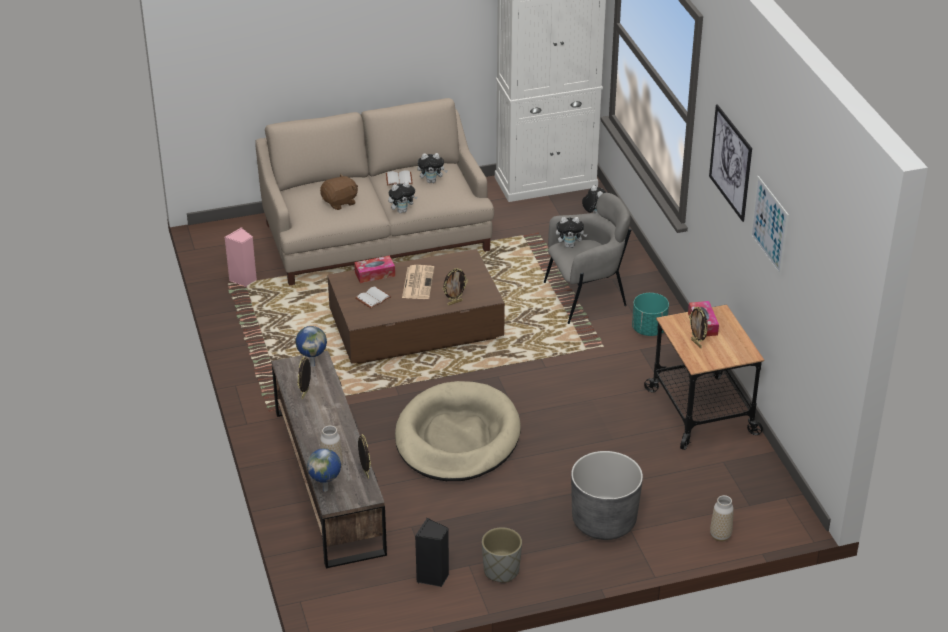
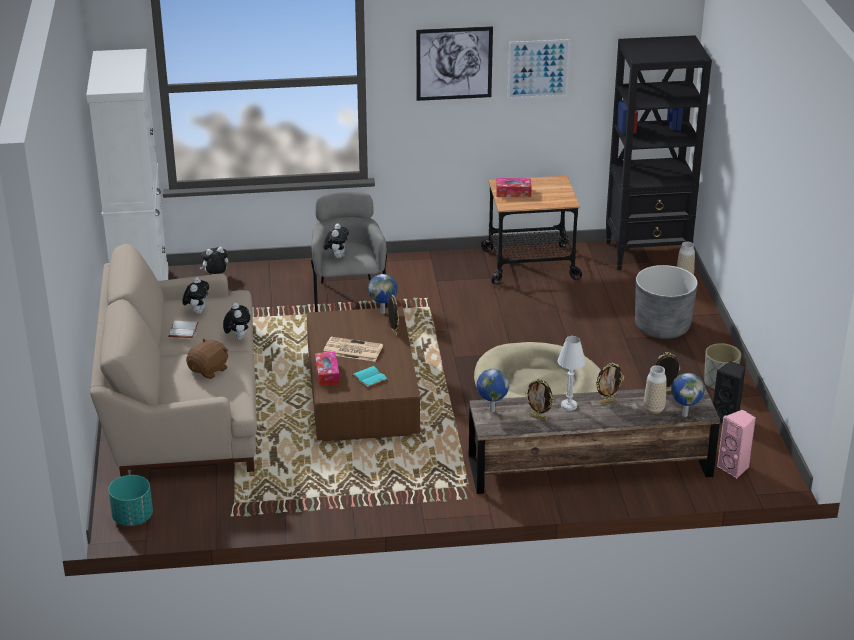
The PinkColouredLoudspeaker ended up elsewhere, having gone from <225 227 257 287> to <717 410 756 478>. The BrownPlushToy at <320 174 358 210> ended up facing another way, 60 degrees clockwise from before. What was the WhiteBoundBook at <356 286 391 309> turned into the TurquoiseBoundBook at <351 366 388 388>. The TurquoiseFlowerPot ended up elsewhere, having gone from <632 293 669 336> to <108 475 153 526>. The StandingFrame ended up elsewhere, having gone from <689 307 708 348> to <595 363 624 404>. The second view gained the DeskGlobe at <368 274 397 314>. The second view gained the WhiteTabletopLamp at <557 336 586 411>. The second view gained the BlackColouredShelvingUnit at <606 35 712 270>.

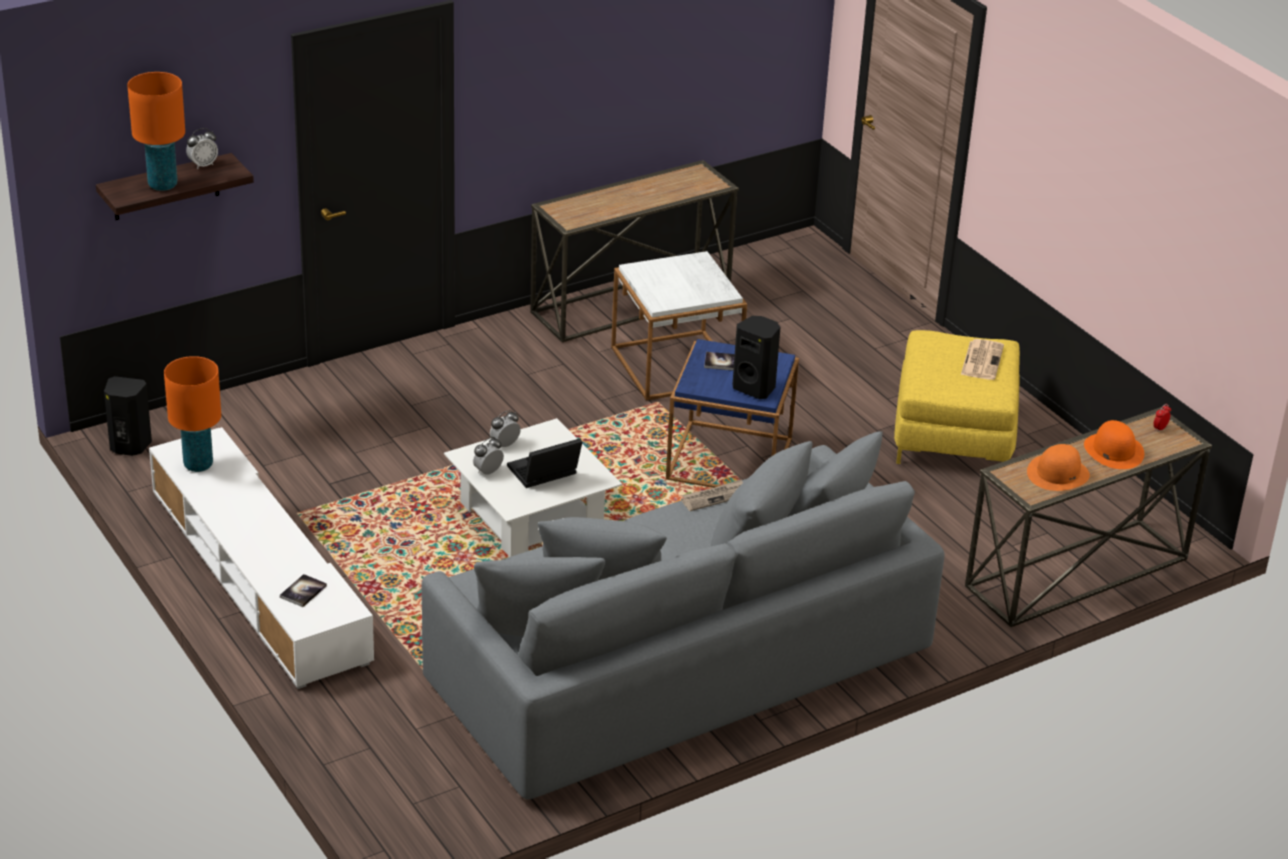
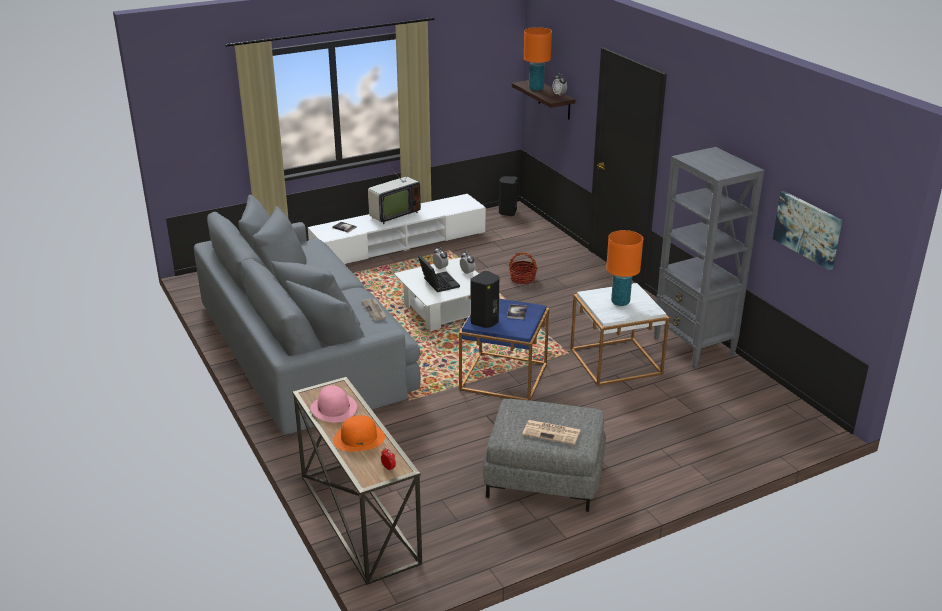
The OrangeTabletopLamp ended up elsewhere, having gone from <164 356 221 472> to <606 230 643 306>. Where the ConsoleTable stood at <530 160 739 342>, the GrayShelvingUnit came to stand at <654 147 764 369>. What was the YellowFootrest at <894 330 1020 464> turned into the GrayFootrest at <483 399 606 512>. What was the OrangeClothingHat at <1027 444 1090 491> turned into the PinkColouredClothingHat at <310 385 357 423>. The second view gained the Tv at <368 155 421 224>. The second view gained the HouseholdBasket at <509 252 538 284>. The second view gained the Picture at <773 191 842 270>.

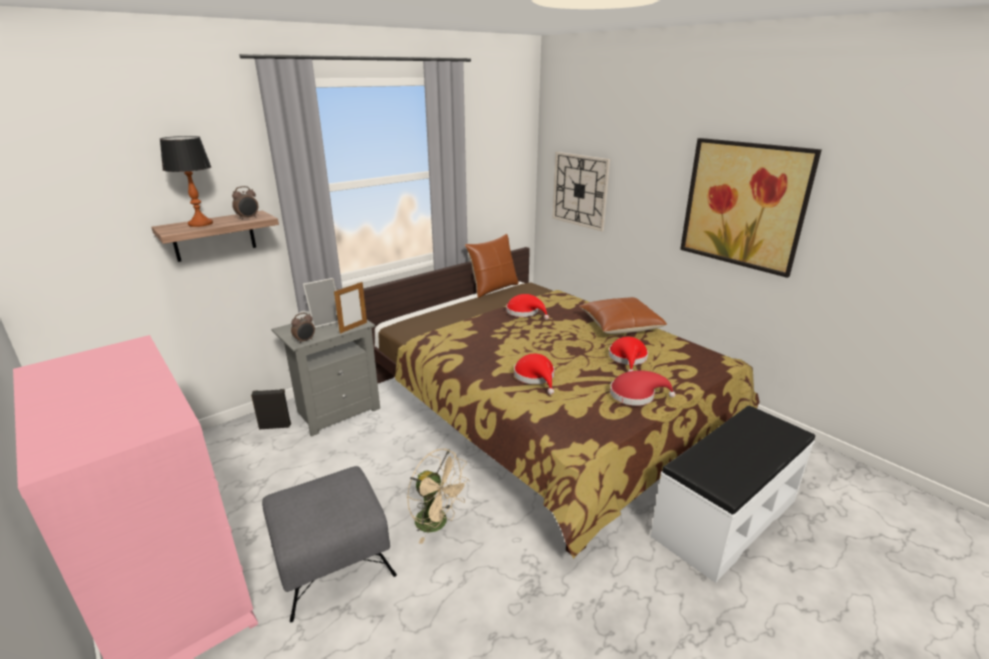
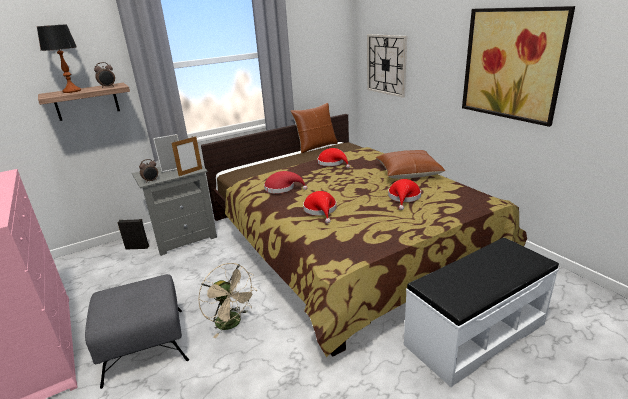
The ReddishClothingHat ended up elsewhere, having gone from <610 371 675 406> to <264 171 307 193>.

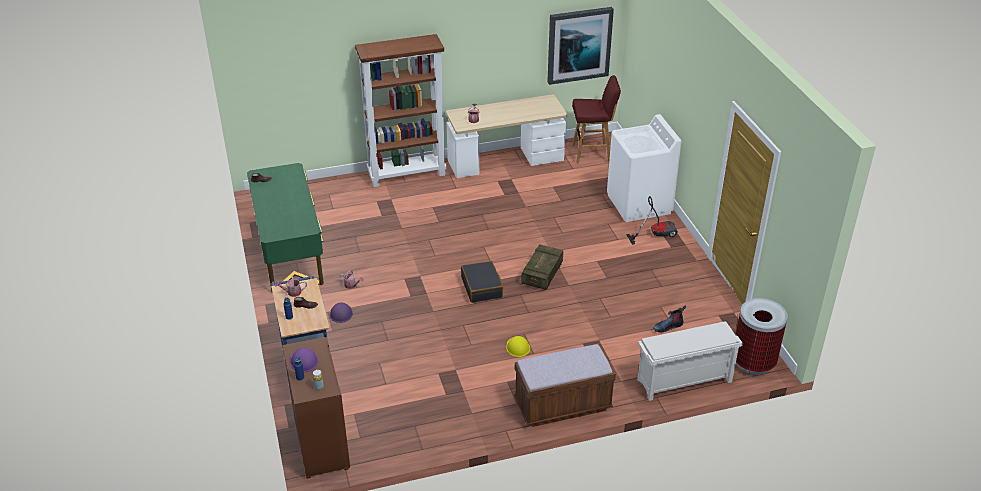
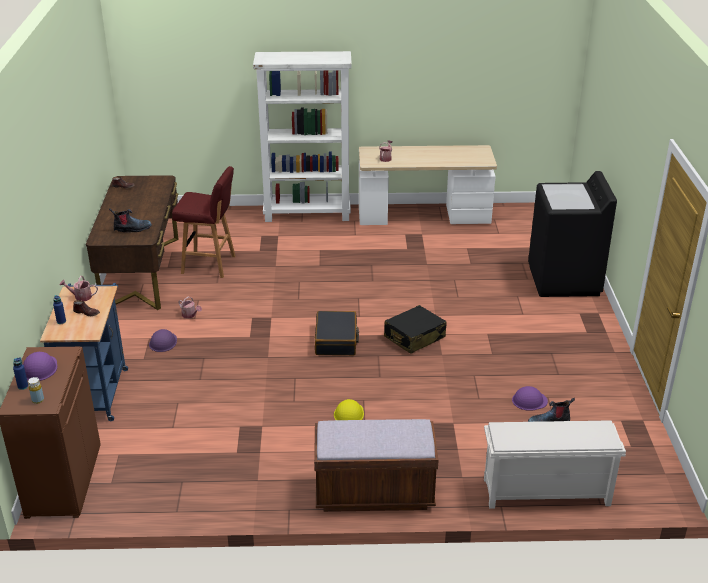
What was the GreenDeskTable at <247 163 324 291> turned into the BrownDeskTable at <86 175 179 310>. What was the BrownShelvingUnit at <355 34 447 187> turned into the WhiteShelvingUnit at <253 51 352 222>. Where the Crate stood at <521 244 563 290>, the BlackColouredSuitcase came to stand at <384 305 447 354>. The second view lost the Picture at <547 7 614 85>. The ReddishSittingStool ended up elsewhere, having gone from <572 75 621 164> to <172 166 236 278>. What was the WhiteLaundryAppliance at <607 114 681 222> turned into the BlackColouredLaundryAppliance at <528 171 617 297>. The second view lost the Vacuum at <626 196 678 245>. The second view lost the TrashCan at <736 298 788 375>. The second view gained the Boot at <109 208 152 232>. The second view gained the PurpleWorkHelmet at <512 386 548 411>.

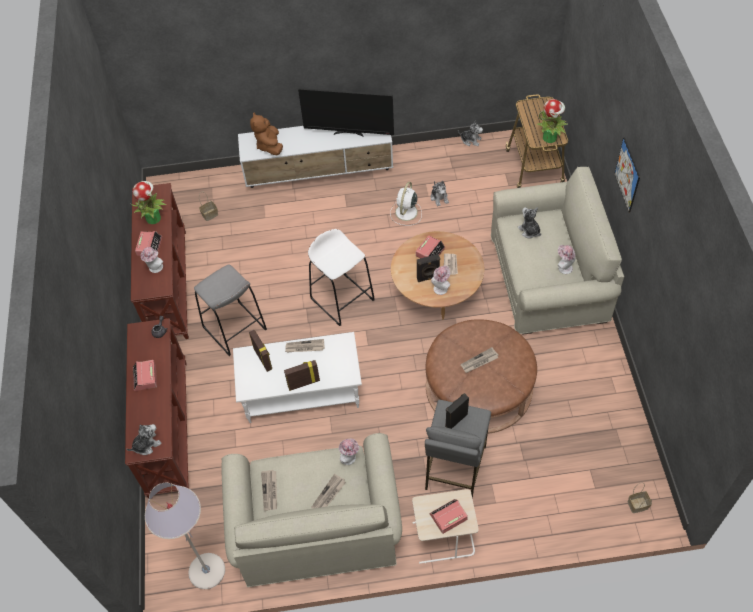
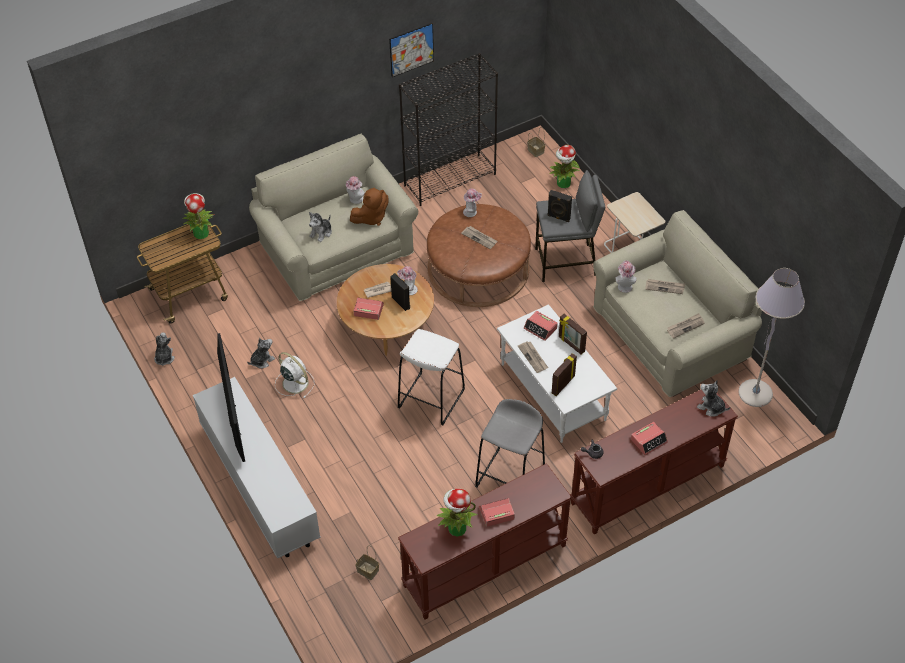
The ClothingHat ended up elsewhere, having gone from <141 247 163 273> to <463 189 482 217>. The BrownPlushToy ended up elsewhere, having gone from <250 112 283 155> to <350 188 389 226>. The WhiteFan at <390 182 422 226> ended up facing another way, 135 degrees counterclockwise from before. The AlarmClock ended up elsewhere, having gone from <430 499 468 534> to <524 311 558 341>. The Picture ended up elsewhere, having gone from <614 137 640 213> to <389 23 434 77>. The second view gained the BlackColouredShelvingUnit at <399 53 498 206>. The second view gained the PlantInAPot at <549 145 580 188>.

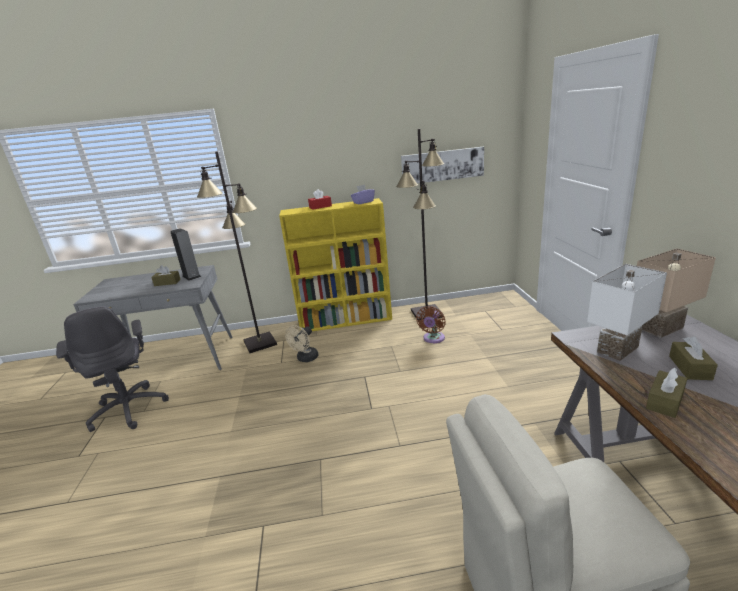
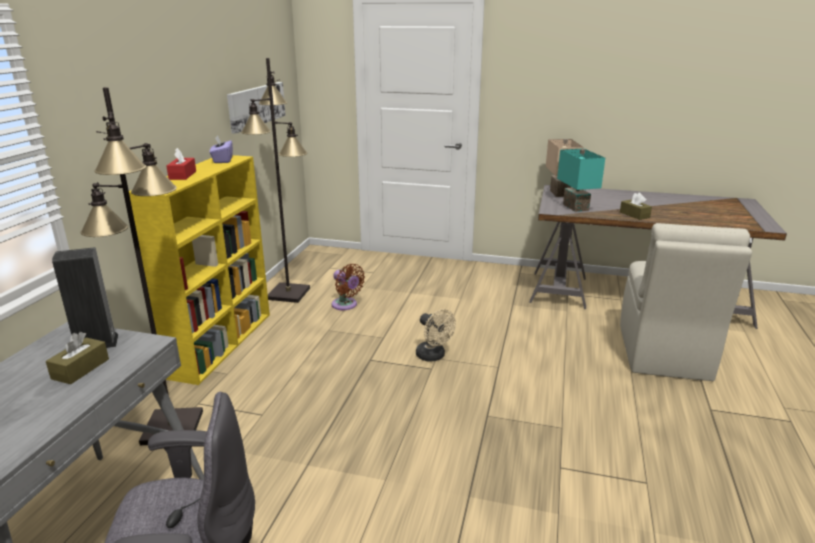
The SandColouredFan ended up elsewhere, having gone from <285 325 318 362> to <416 310 456 361>. What was the WhiteTabletopLamp at <587 264 667 361> turned into the TurquoiseTabletopLamp at <557 148 605 212>. The second view lost the BrownTissueBox at <669 336 718 380>.

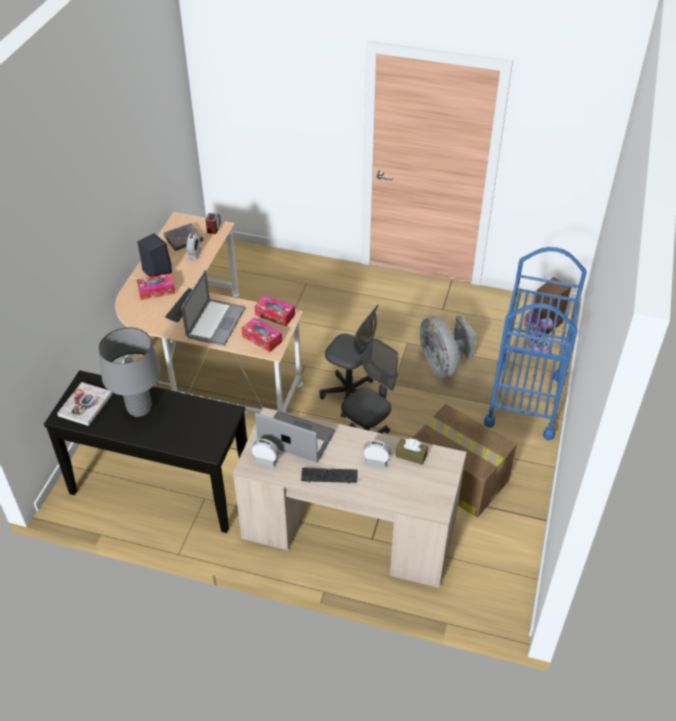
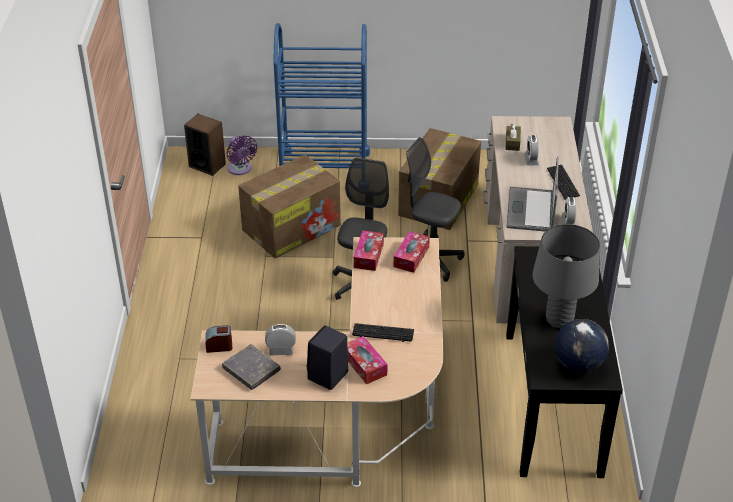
Where the BoundBook stood at <57 382 112 426>, the DeskGlobe came to stand at <555 319 609 373>. The second view lost the NotebookComputer at <181 270 245 346>. Where the GrayFan stood at <420 315 477 378>, the CardboardBox came to stand at <238 154 341 258>.

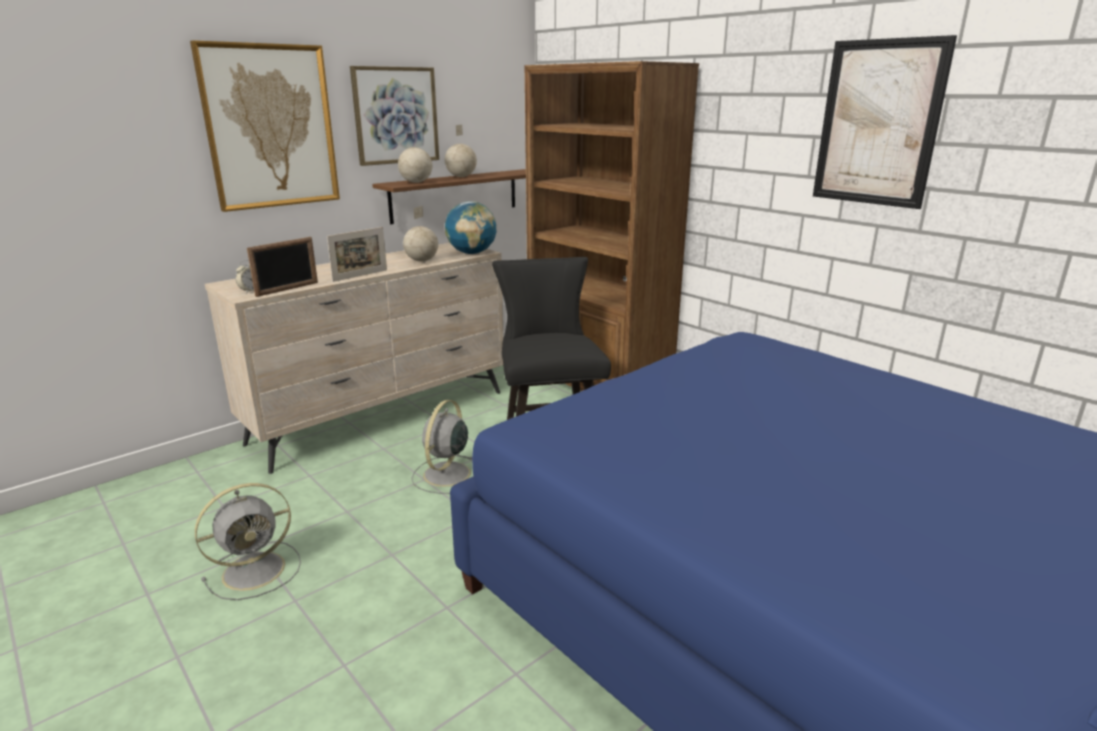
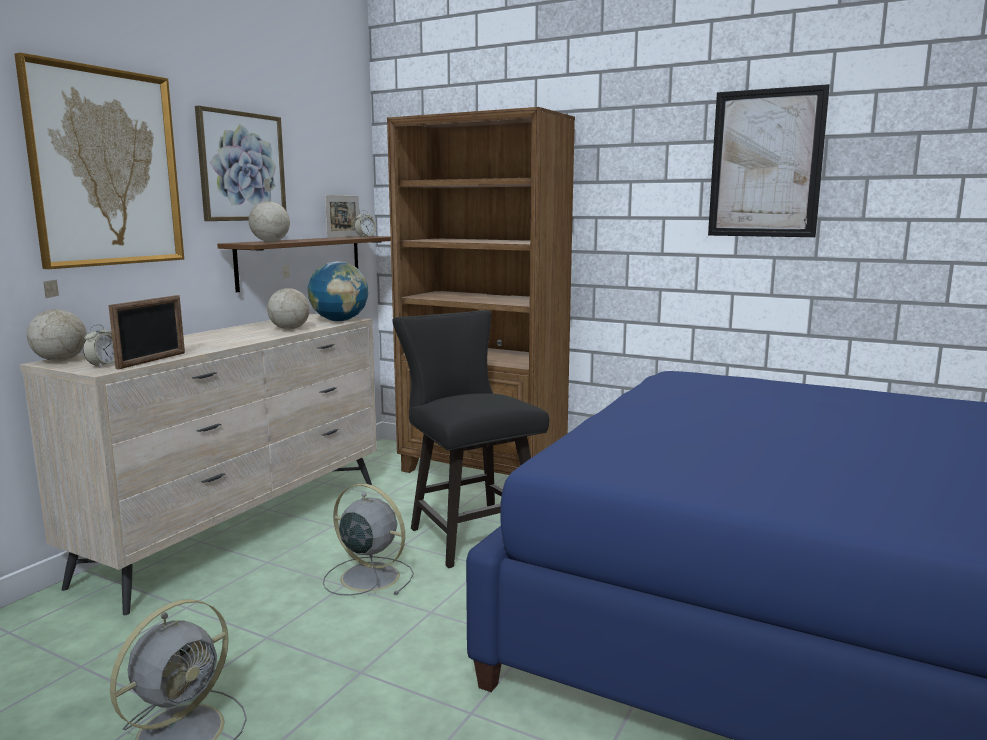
The StandingFrame ended up elsewhere, having gone from <327 227 387 282> to <325 195 359 238>. The GrayFan at <412 400 472 494> ended up facing another way, 120 degrees clockwise from before. The DeskGlobe ended up elsewhere, having gone from <445 124 477 177> to <27 279 87 361>. The second view gained the AlarmClock at <354 210 376 237>.

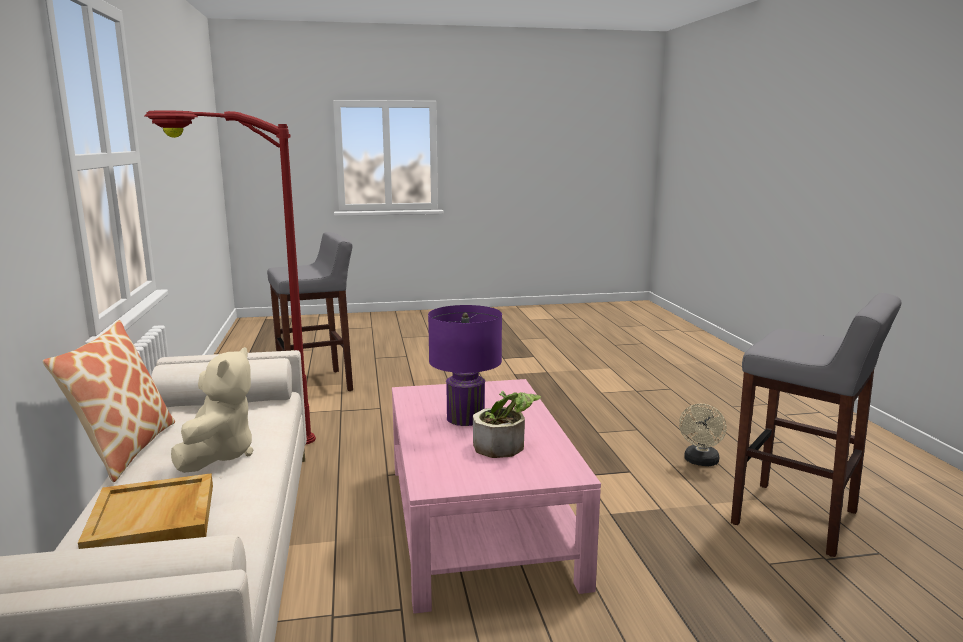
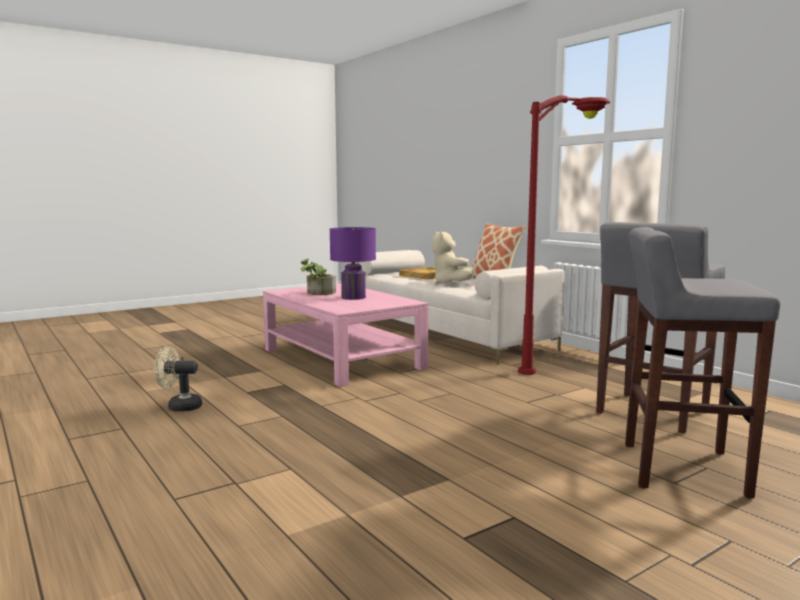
The SandColouredFan at <679 404 727 466> ended up facing another way, 90 degrees counterclockwise from before. The GraySittingStool ended up elsewhere, having gone from <731 293 901 557> to <625 227 780 499>.

